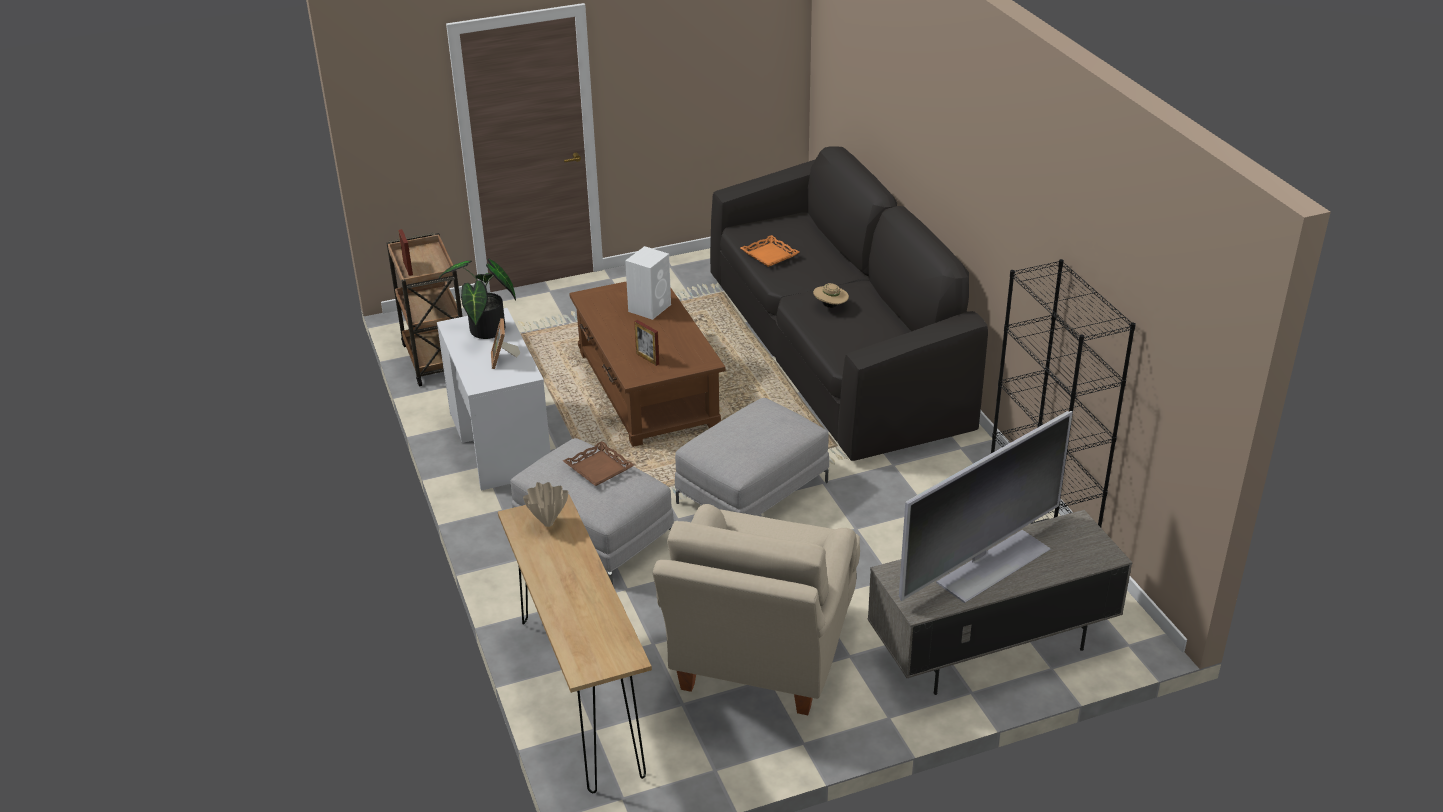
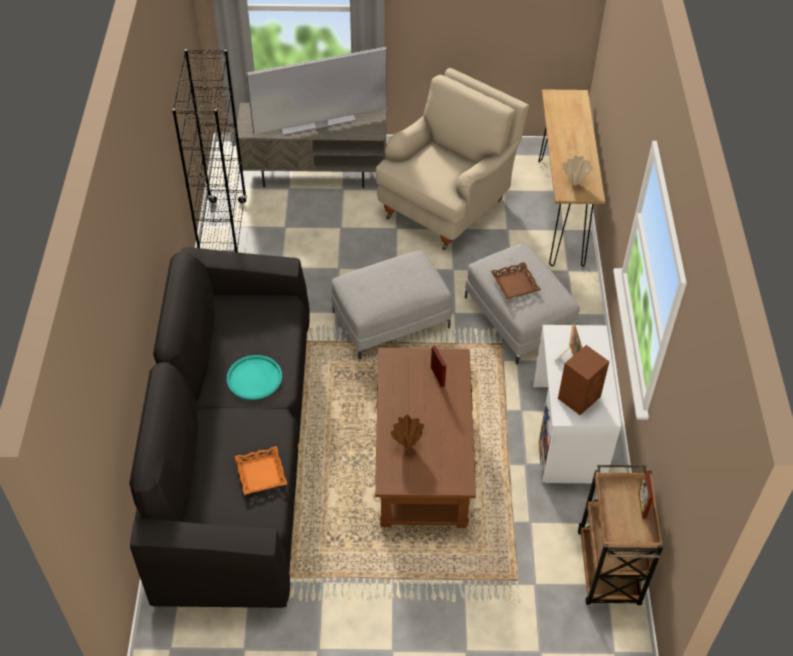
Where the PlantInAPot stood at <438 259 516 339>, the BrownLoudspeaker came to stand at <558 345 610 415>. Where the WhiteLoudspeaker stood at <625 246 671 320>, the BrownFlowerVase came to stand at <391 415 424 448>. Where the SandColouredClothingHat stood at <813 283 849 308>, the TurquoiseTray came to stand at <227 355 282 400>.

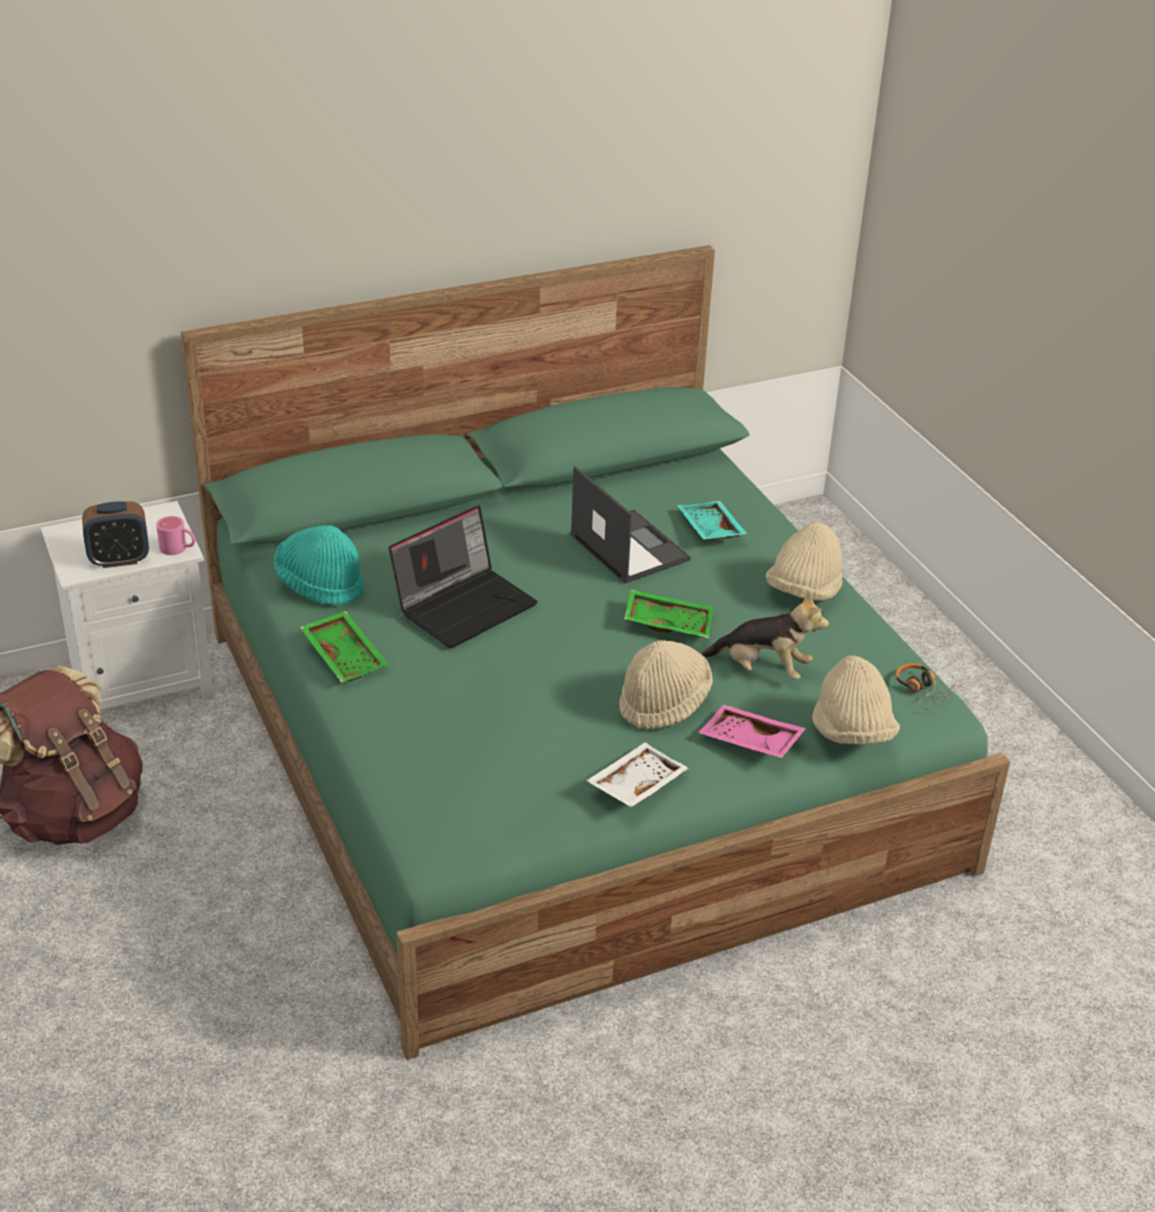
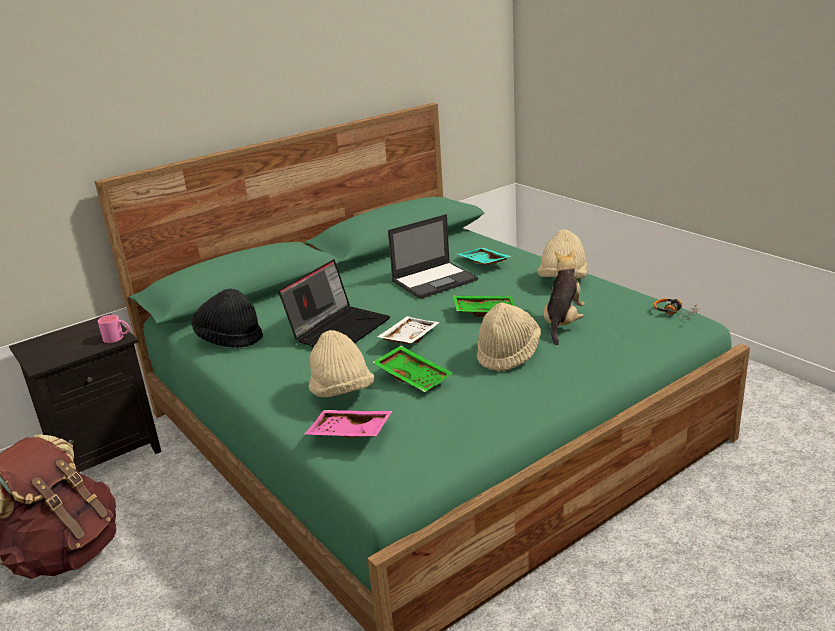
What was the WhiteBedsideTable at <41 501 214 717> turned into the BlackColouredBedsideTable at <9 314 162 472>. The second view lost the AlarmClock at <82 501 149 568>. What was the TurquoiseClothingHat at <274 525 364 606> turned into the BlackColouredClothingHat at <192 289 263 348>. The GreenTray ended up elsewhere, having gone from <300 611 388 683> to <372 346 453 392>. The NotebookComputer at <570 466 691 584> ended up facing another way, 105 degrees clockwise from before. The WhiteTray ended up elsewhere, having gone from <586 743 689 807> to <377 316 440 344>. The PinkColouredTray ended up elsewhere, having gone from <698 705 806 758> to <304 410 393 438>. The PlushToy at <701 591 829 680> ended up facing another way, 75 degrees counterclockwise from before. The SandColouredClothingHat ended up elsewhere, having gone from <812 655 900 744> to <309 330 375 397>.

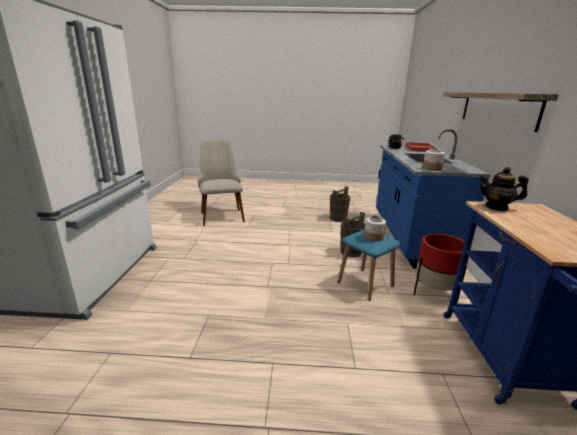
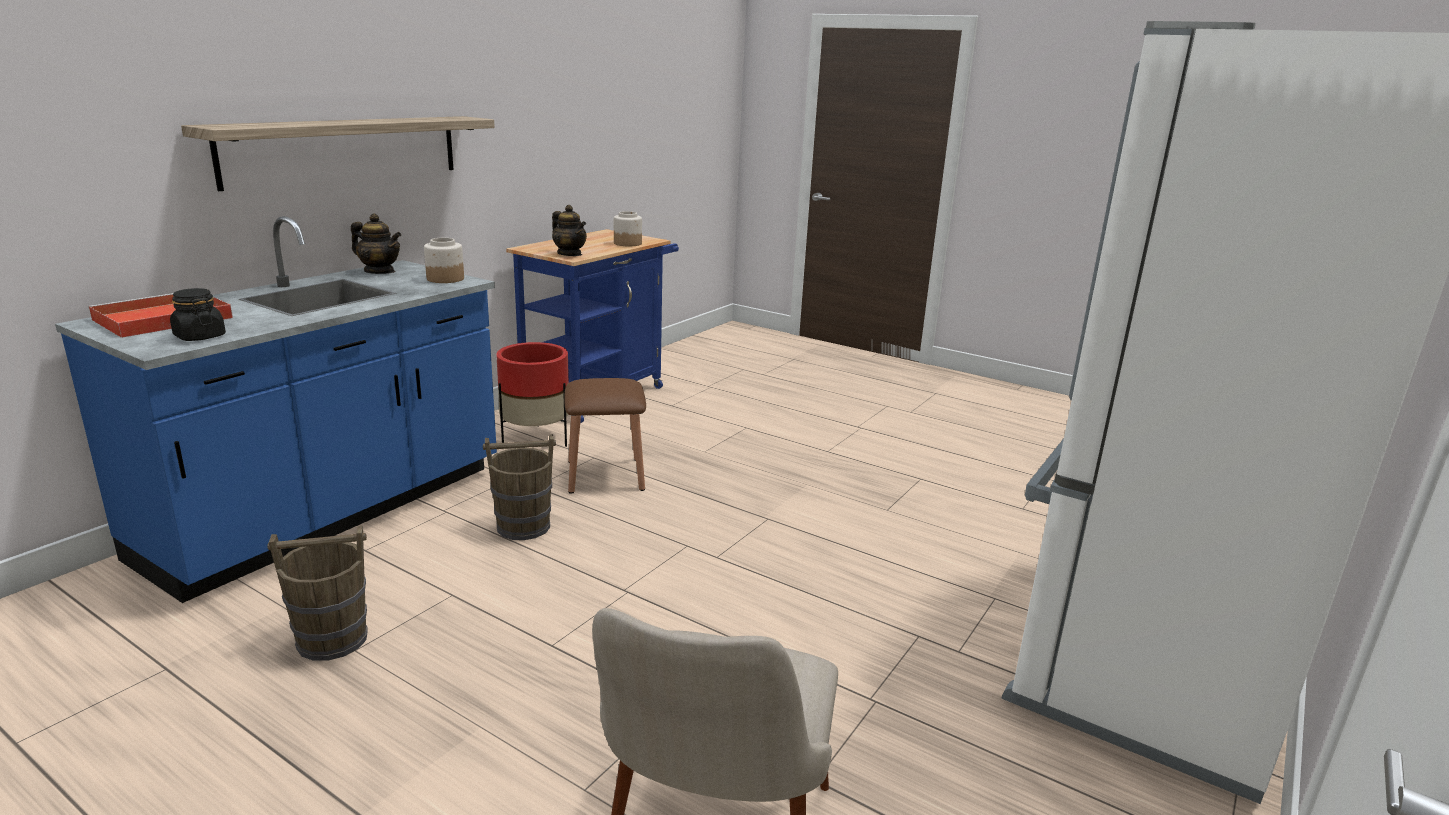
What was the BluishSittingStool at <337 230 401 301> turned into the BrownSittingStool at <564 378 646 494>. The PreserveJar ended up elsewhere, having gone from <364 215 386 241> to <614 211 642 246>. The second view gained the TeaPot at <351 214 401 274>.

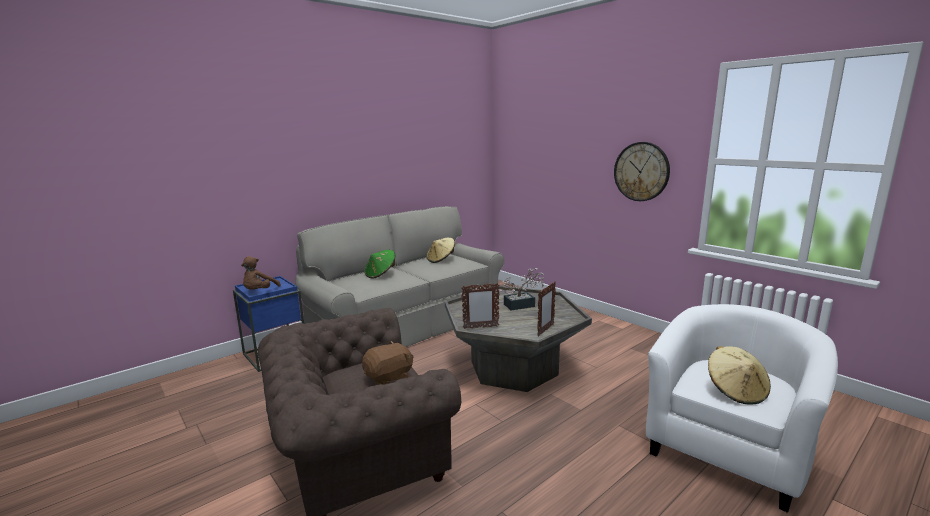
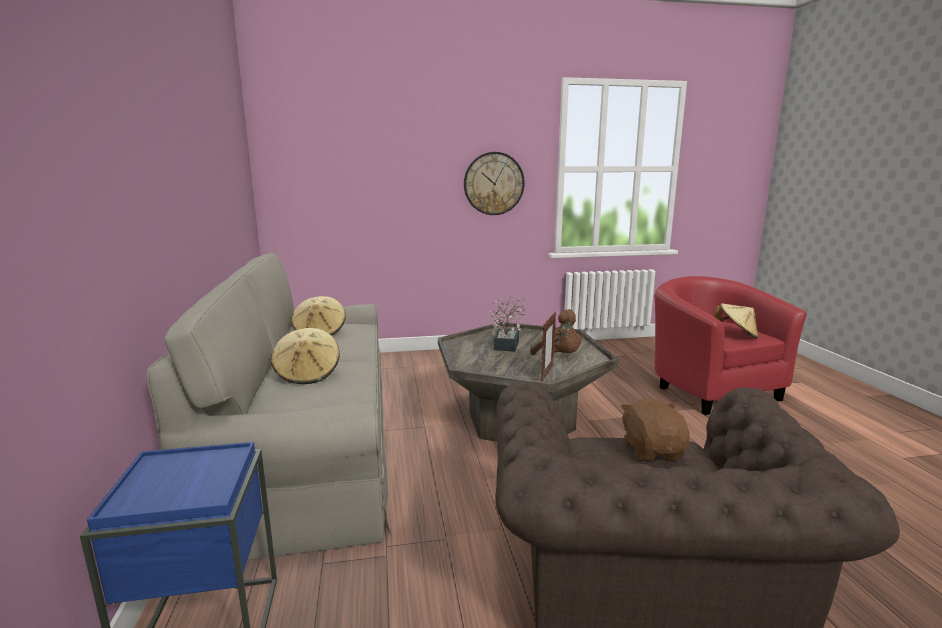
The BrownPlushToy ended up elsewhere, having gone from <241 256 281 290> to <530 309 581 355>. What was the GreenClothingHat at <364 250 395 279> turned into the SandColouredClothingHat at <271 328 340 384>. The second view lost the StandingFrame at <537 281 556 336>. What was the WhiteArmchair at <646 304 838 513> turned into the ReddishArmchair at <655 276 807 415>.

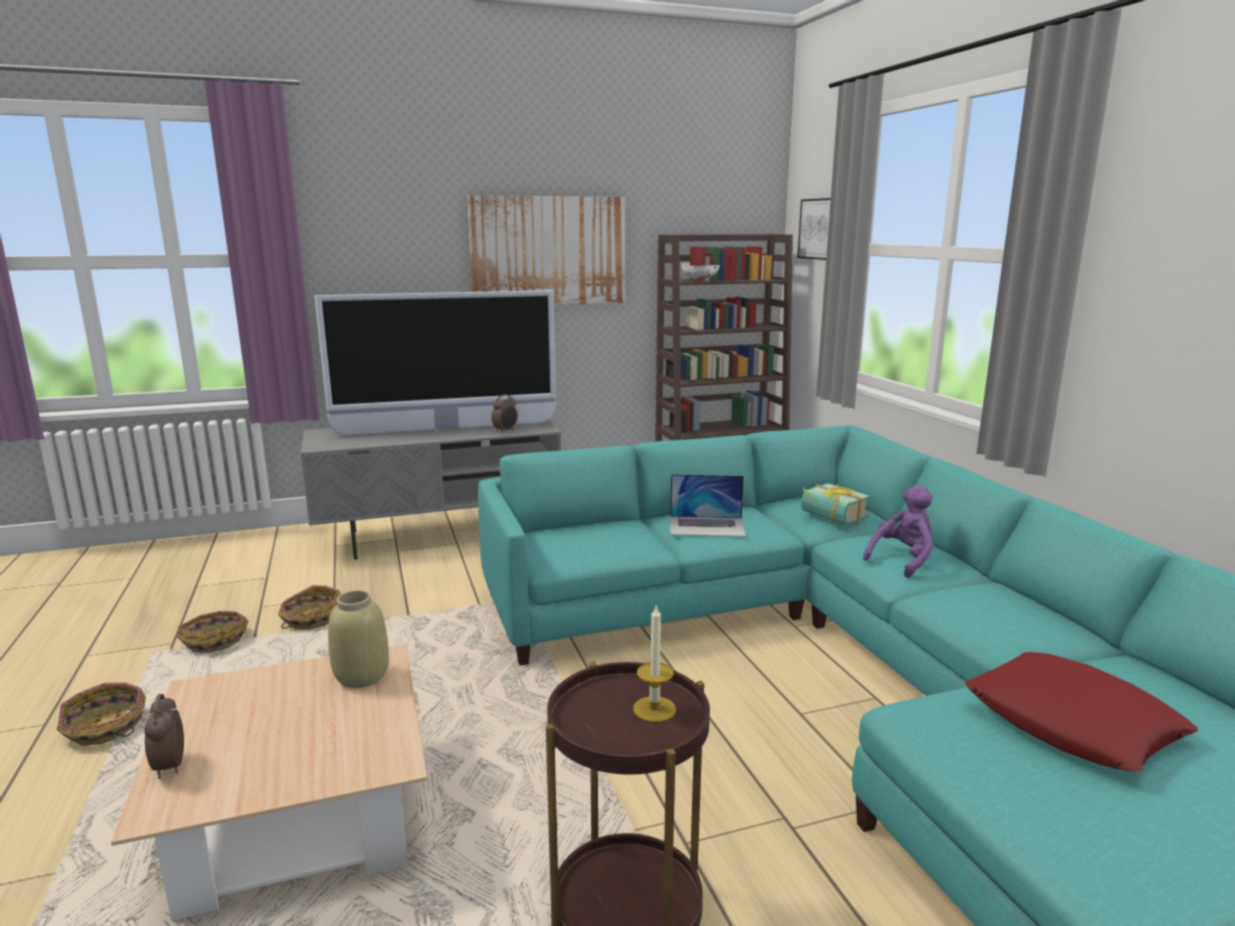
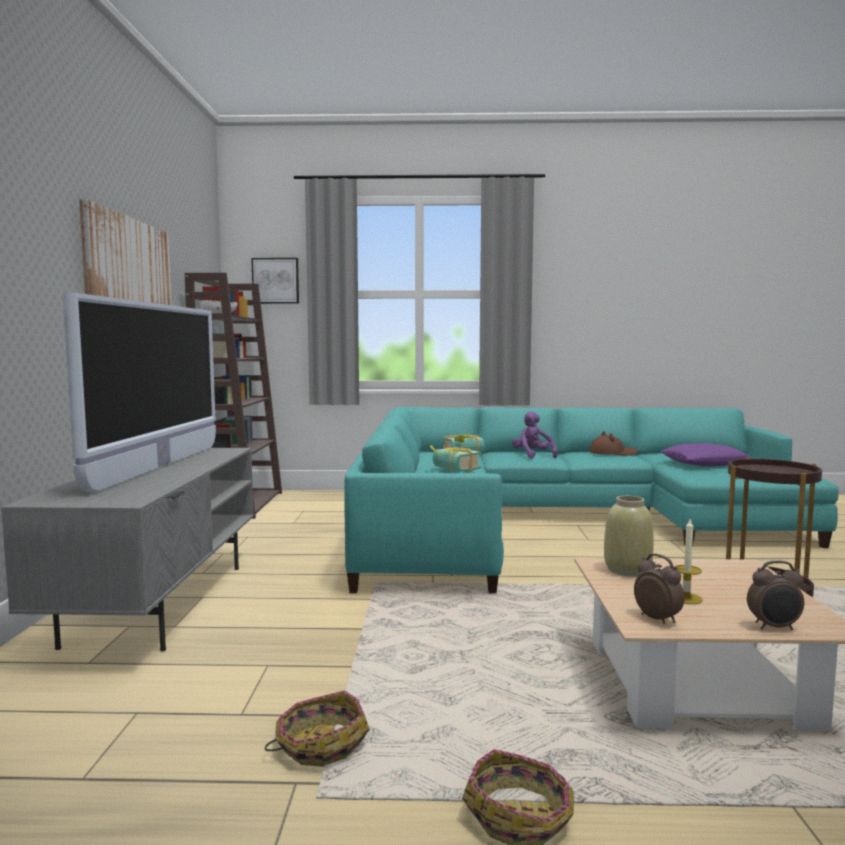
The second view lost the HouseholdBasket at <278 585 341 629>. The AlarmClock ended up elsewhere, having gone from <491 394 518 433> to <634 554 684 624>. The WaxLight ended up elsewhere, having gone from <633 605 676 722> to <675 519 703 604>. Where the NotebookComputer stood at <670 474 746 537>, the BoundBook came to stand at <430 445 481 473>. What was the ReddishPillow at <965 652 1198 772> turned into the PurplePillow at <660 443 751 466>. The second view gained the BrownClothingHat at <589 431 638 456>.

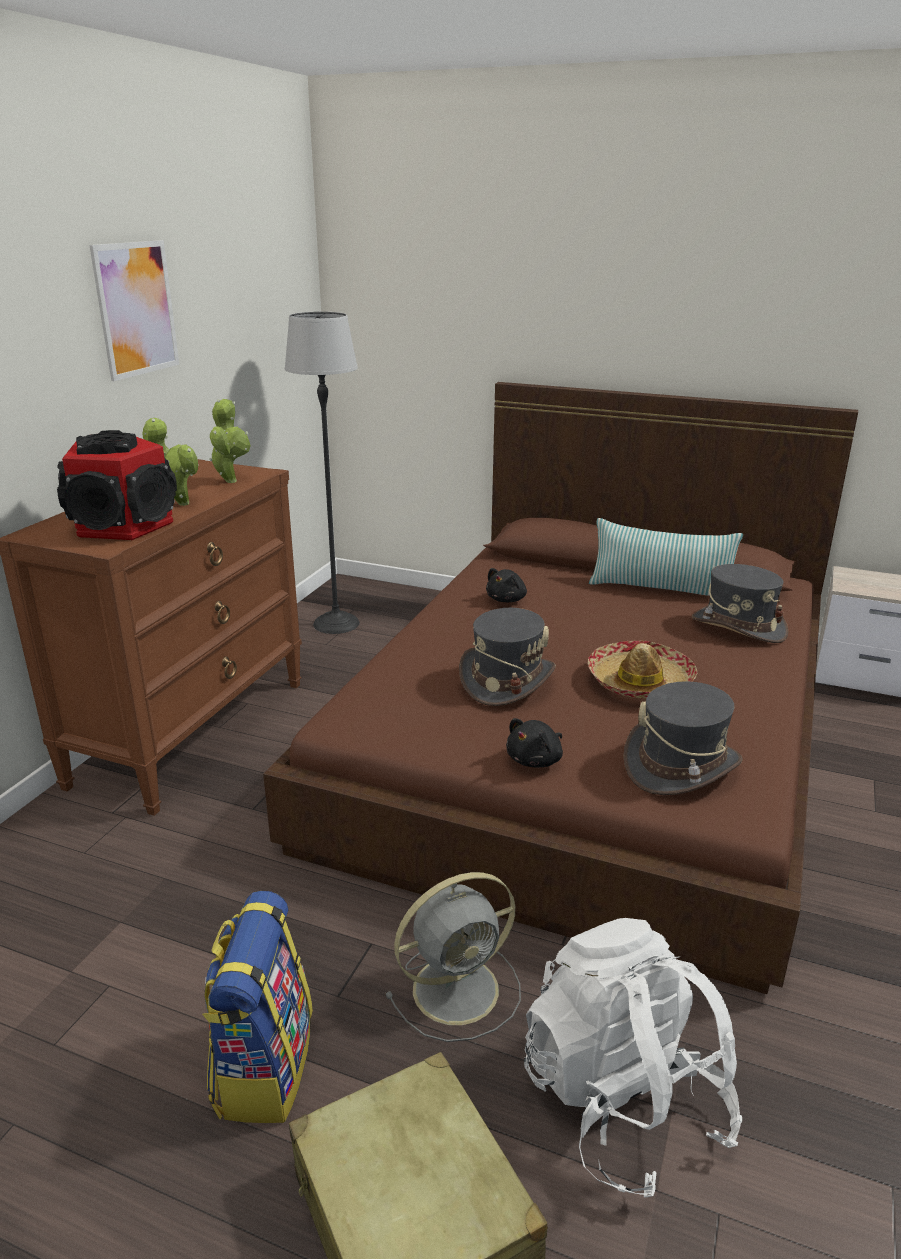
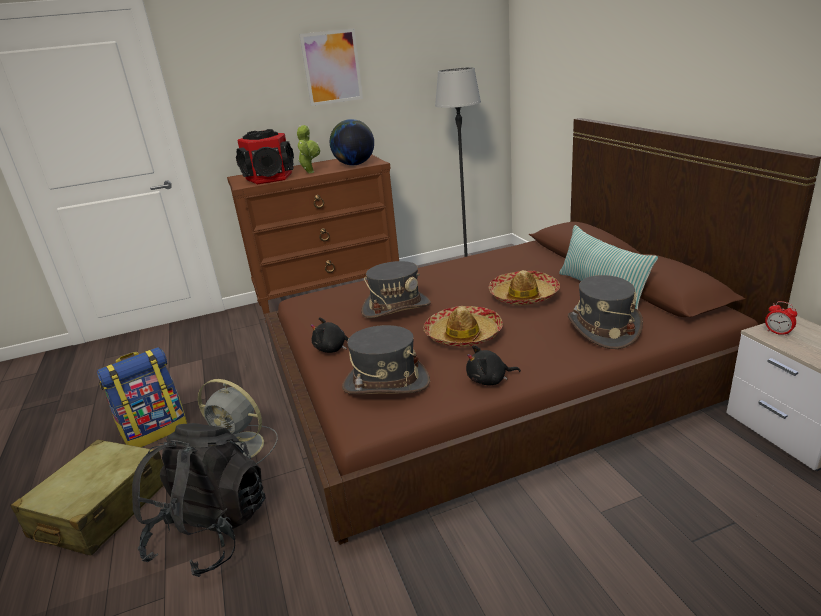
Where the PlantInAPot stood at <209 399 251 483>, the DeskGlobe came to stand at <330 119 374 165>. The BlackColouredPlushToy ended up elsewhere, having gone from <486 568 527 602> to <466 345 521 386>. What was the WhiteBackpack at <524 918 742 1198> turned into the BlackColouredBackpack at <132 423 266 577>. The second view gained the ClothingHat at <489 270 560 305>. The second view gained the AlarmClock at <765 301 797 337>.

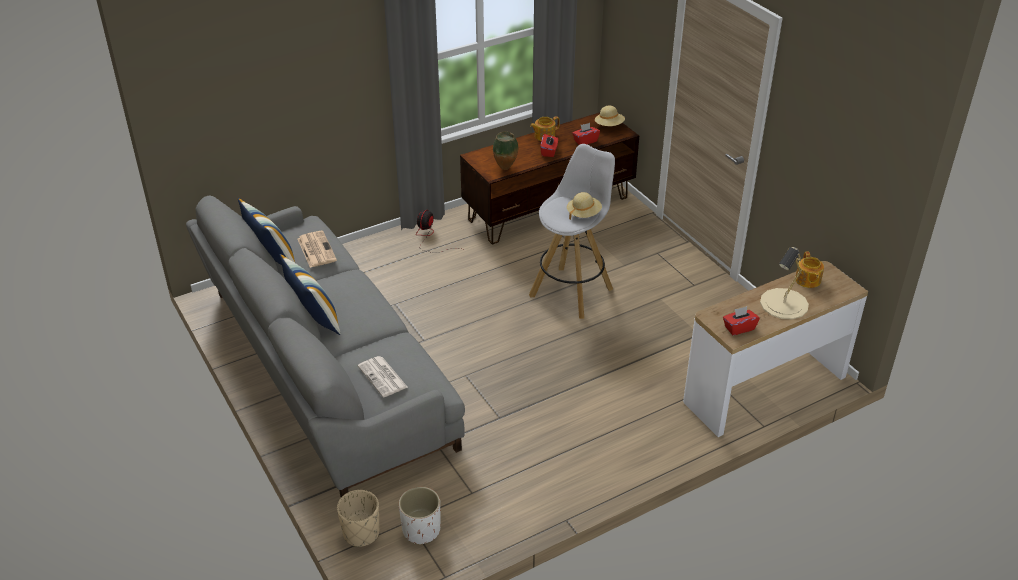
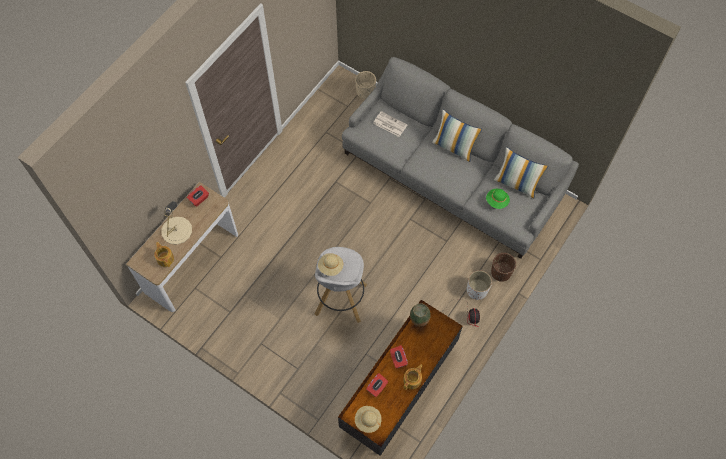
Where the Newspaper stood at <298 231 337 268>, the GreenClothingHat came to stand at <486 189 510 209>. The WhiteFlowerPot ended up elsewhere, having gone from <399 487 440 545> to <467 270 492 300>. The second view gained the BrownFlowerPot at <491 253 516 282>.

